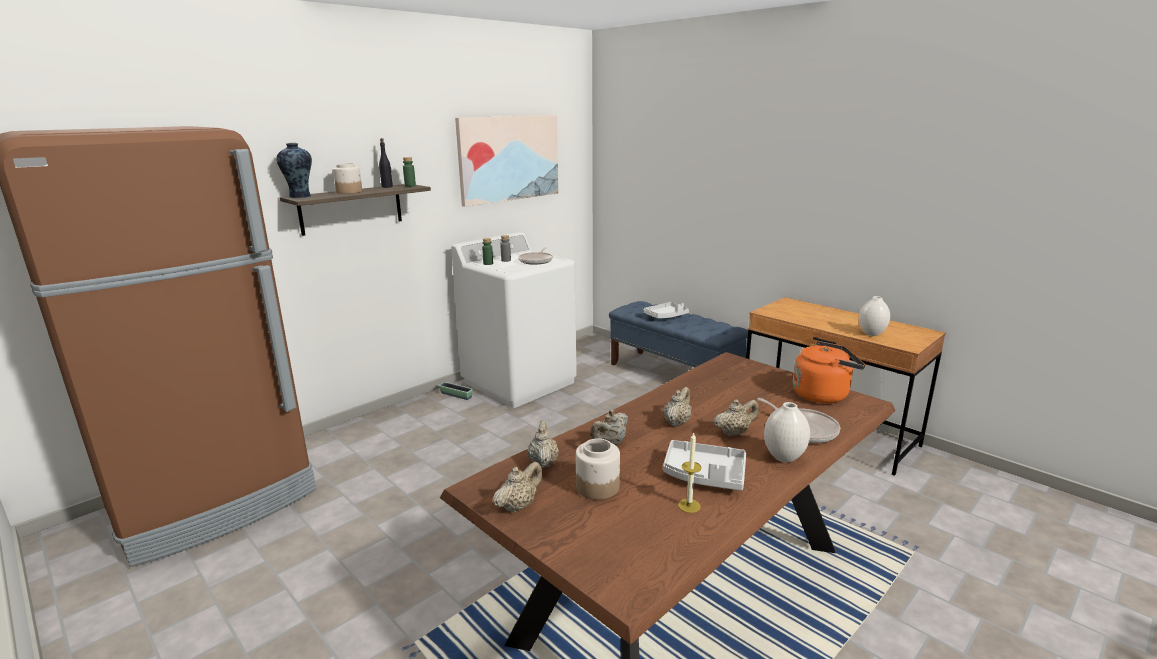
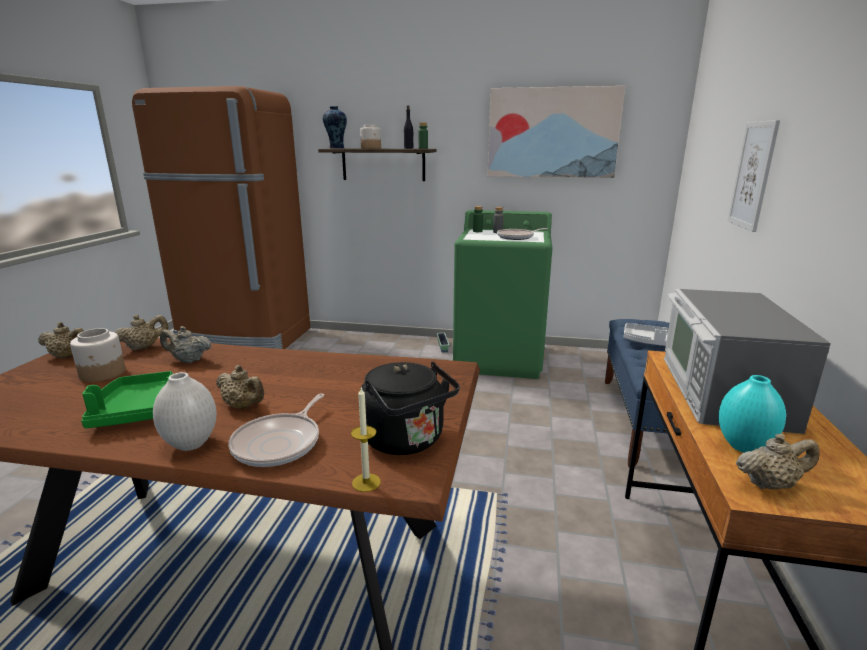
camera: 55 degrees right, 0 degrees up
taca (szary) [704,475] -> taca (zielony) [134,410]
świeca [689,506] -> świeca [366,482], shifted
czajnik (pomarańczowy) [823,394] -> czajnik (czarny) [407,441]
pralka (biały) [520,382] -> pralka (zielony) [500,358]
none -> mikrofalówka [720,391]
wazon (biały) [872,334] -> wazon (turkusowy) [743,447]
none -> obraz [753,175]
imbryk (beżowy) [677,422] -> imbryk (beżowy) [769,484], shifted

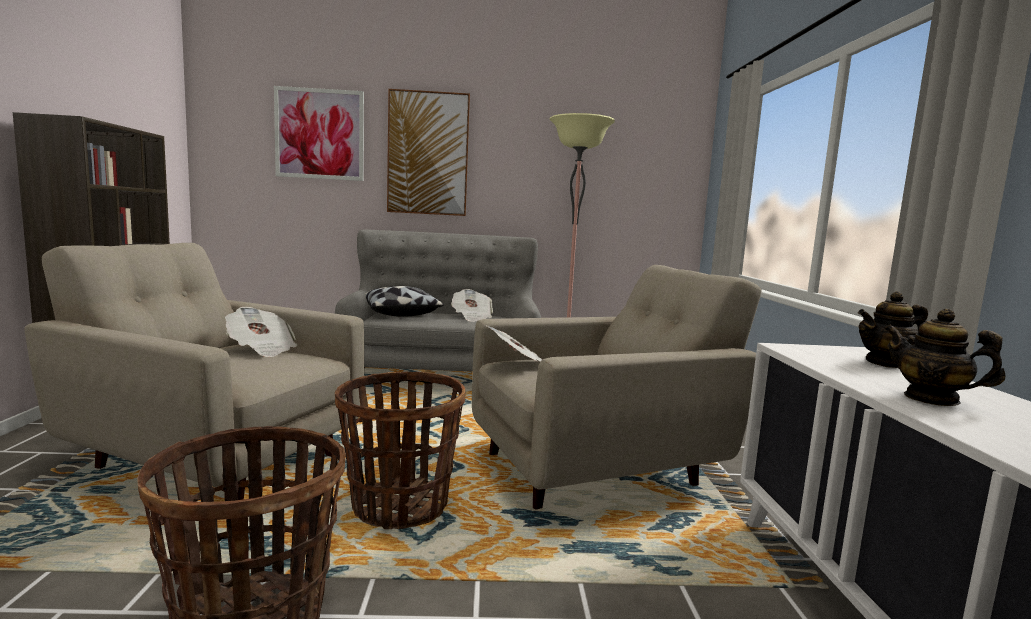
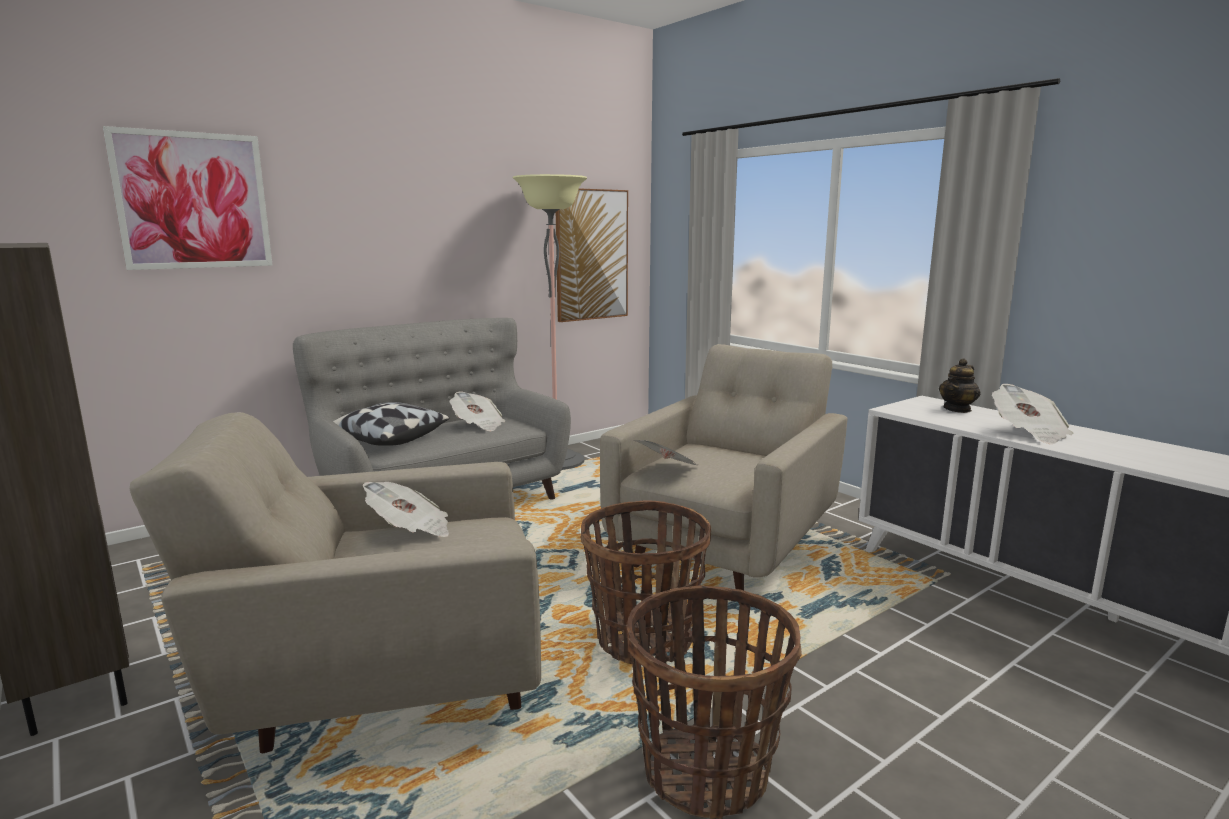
camera: 35 degrees left, 5 degrees up
obraz [428,154] -> obraz [591,255], shifted
imbryk [931,399] -> gazeta [1029,433]

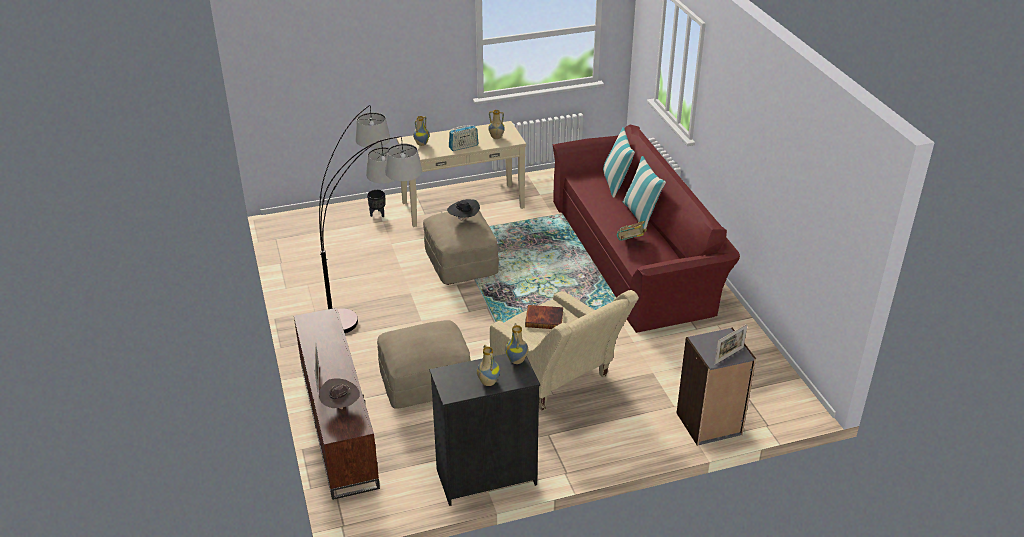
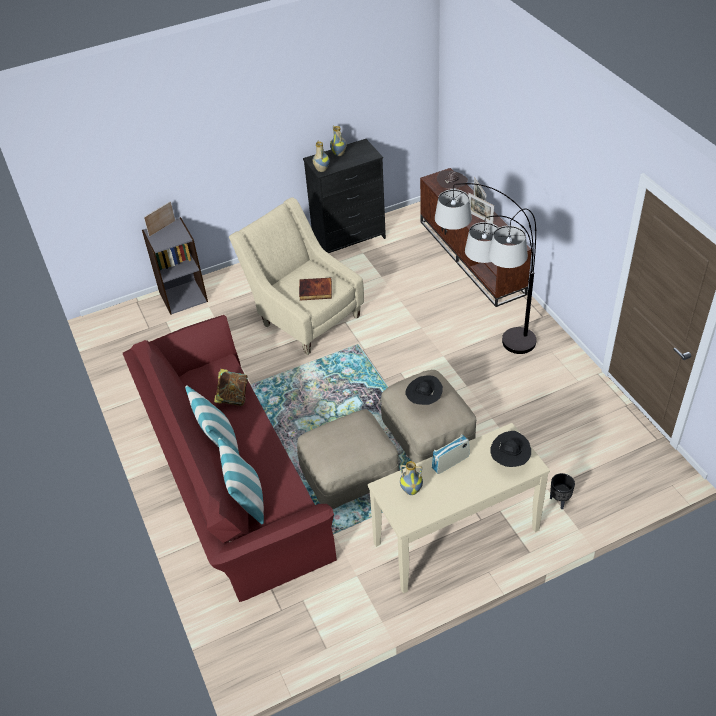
camera: 175 degrees right, 10 degrees up
pufa (beżowy) [426,381] -> pufa (beżowy) [349,474], shifted
none -> ramka na zdjęcie [480,218]
wazon [421,144] -> kapelusz (czarny) [509,460]

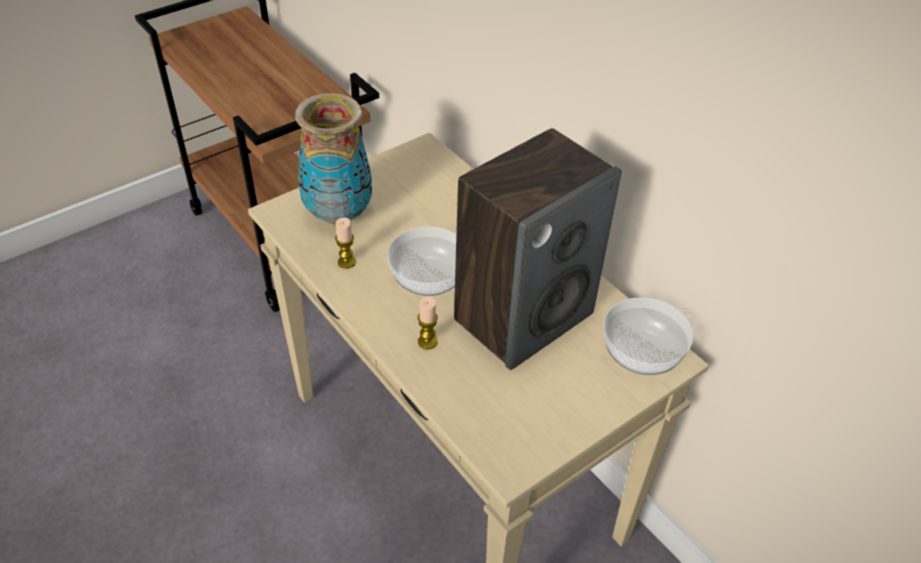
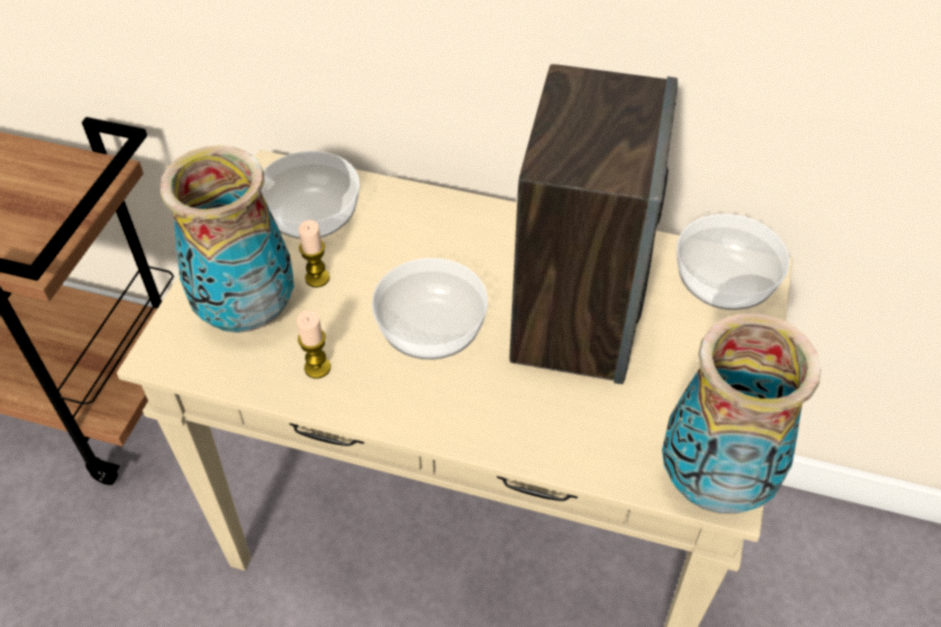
camera: 35 degrees left, 5 degrees up
none -> miska [310,214]
świeca [427,342] -> świeca [317,278], shifted
none -> wazon [714,484]

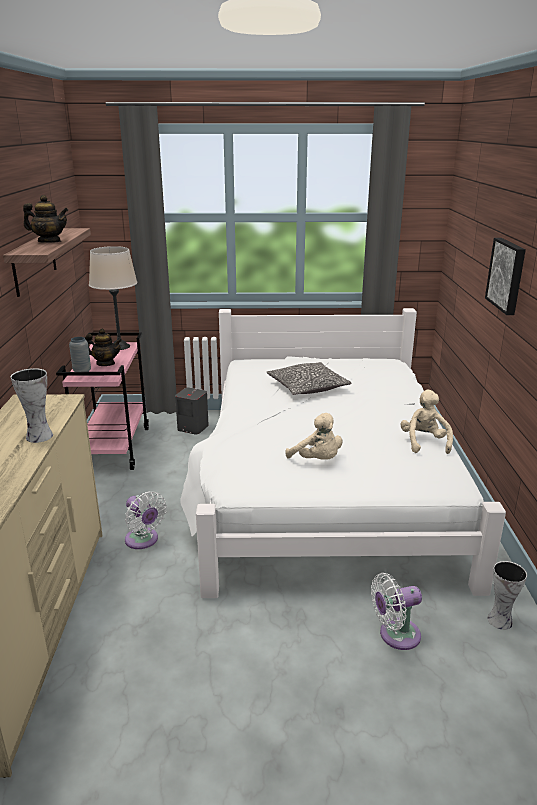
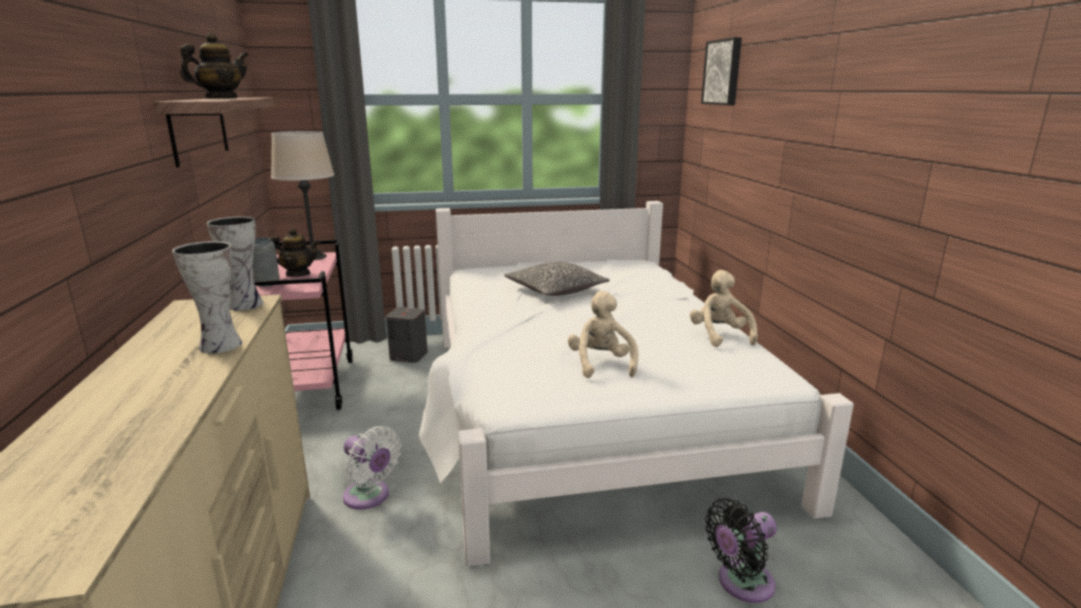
camera: 10 degrees left, 5 degrees down
imbryk [49,241] -> imbryk [221,99], 45 degrees counterclockwise
wazon [499,619] -> wazon [246,304], shifted
pluszak (beżowy) [317,460] -> pluszak (beżowy) [601,364], 135 degrees counterclockwise
obraz [507,275] -> obraz [723,72], shifted
wentylator (biały) [395,635] -> wentylator (czarny) [741,583]

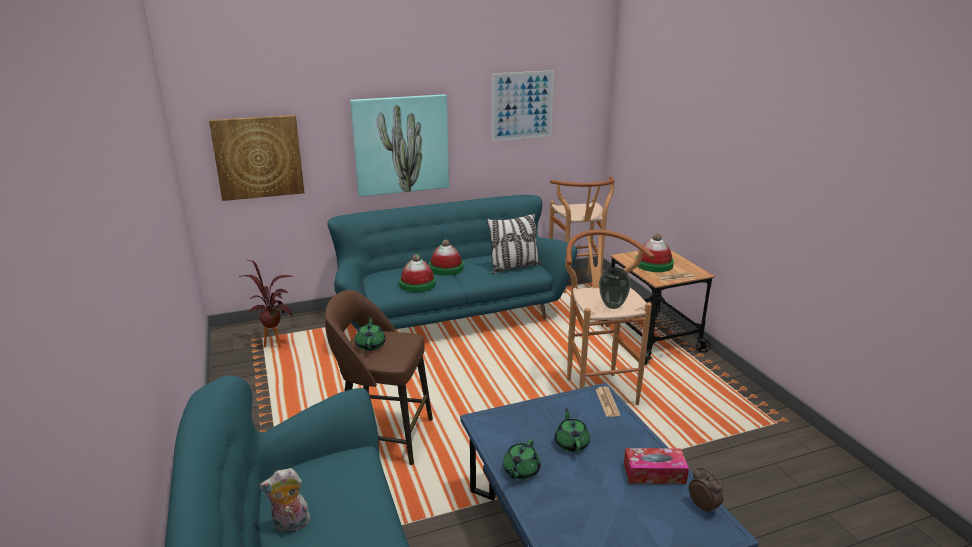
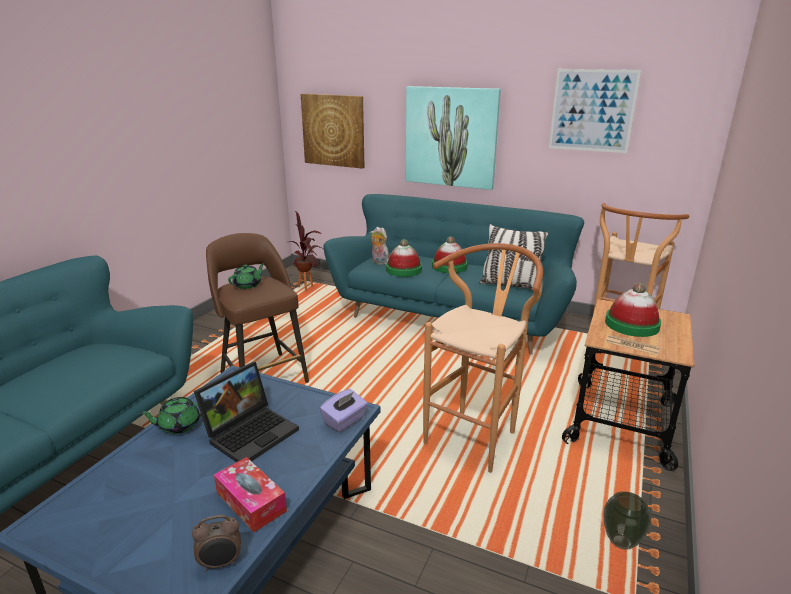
camera: 45 degrees right, 0 degrees up
budzik [703,506] -> budzik [221,563], 60 degrees clockwise
imbryk (zielony) [571,443] -> laptop [251,432]
gazeta [607,402] -> pudełko chusteczek (fioletowy) [344,421]
pluszak [290,525] -> pluszak [379,262], shifted
wazon [613,306] -> wazon [621,542], shifted

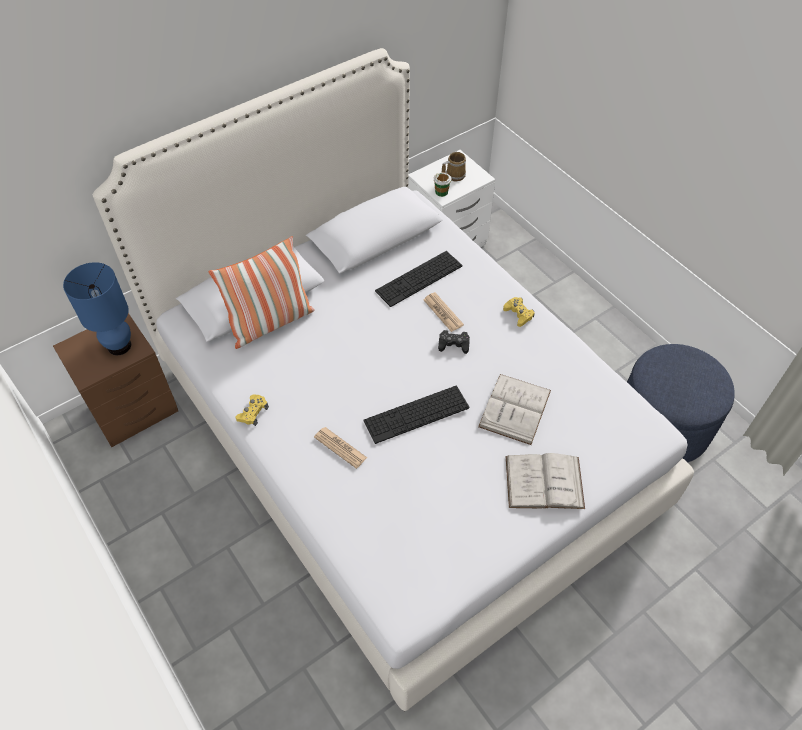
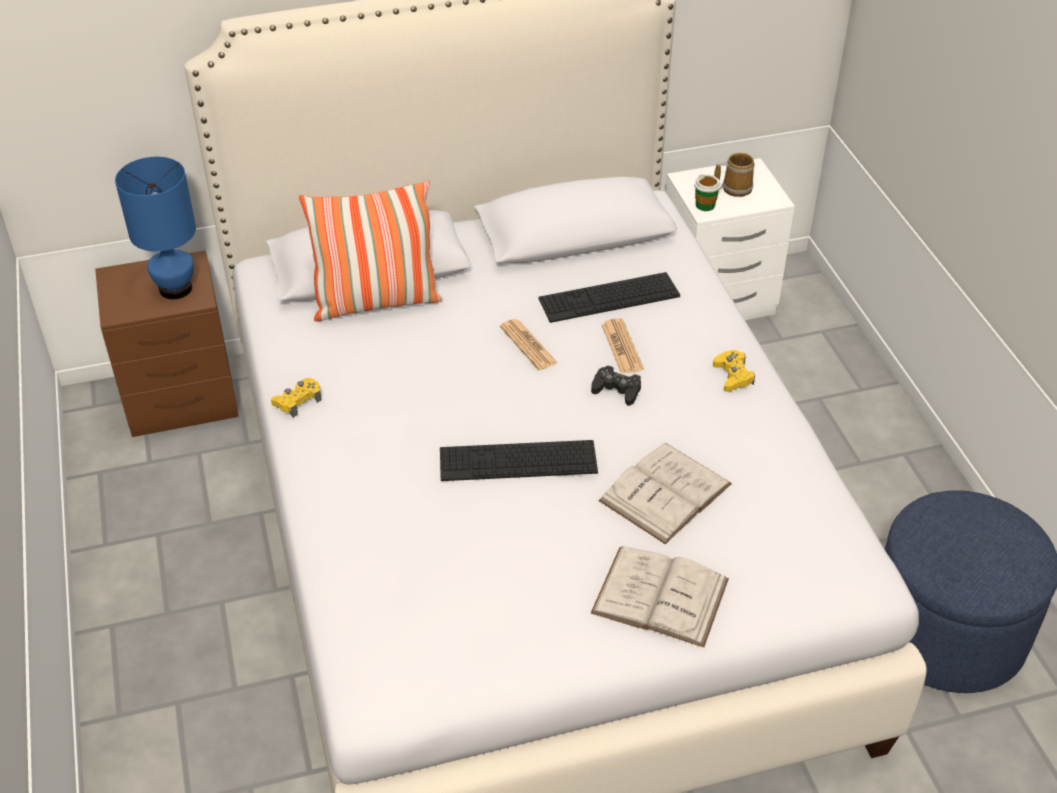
camera: 20 degrees right, 10 degrees down
gazeta [340,447] -> gazeta [528,345], shifted

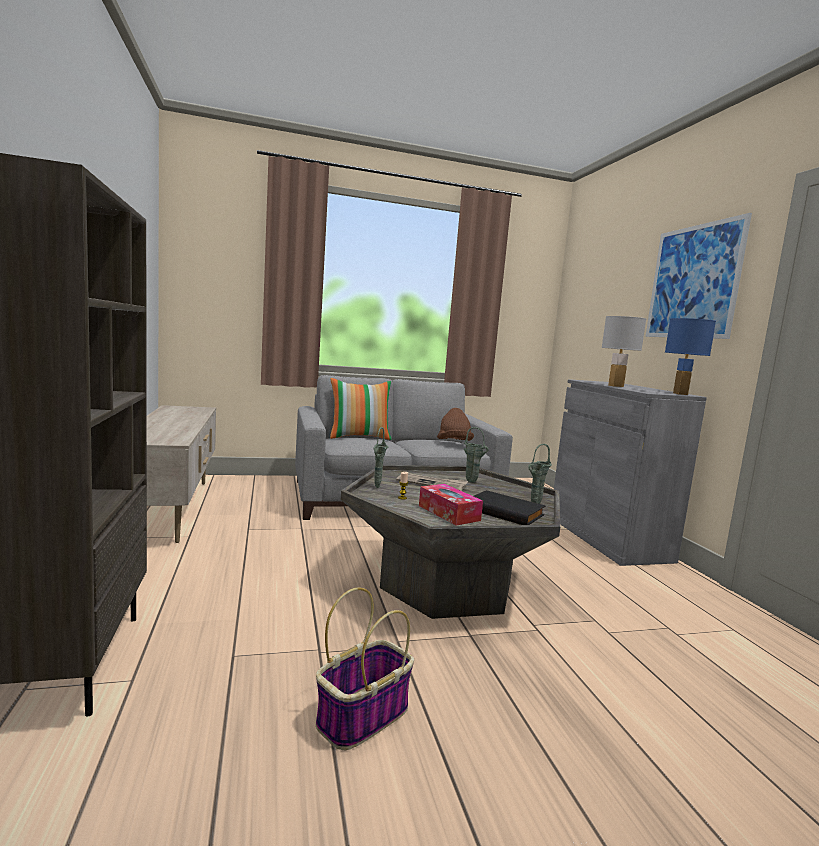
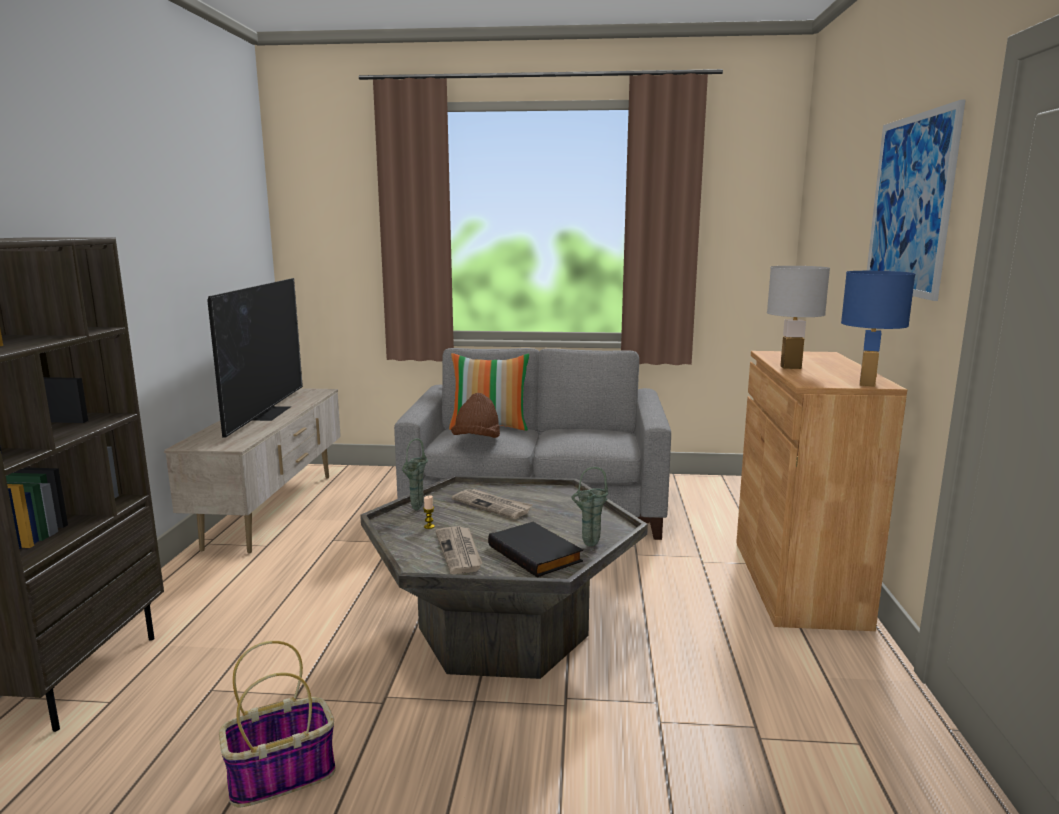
camera: 20 degrees right, 5 degrees up
none -> telewizor [267,412]
pudełko chusteczek [448,513] -> gazeta [460,552]
kapelusz (brązowy) [454,443] -> kapelusz (brązowy) [477,441], shifted
szafka (szary) [607,538] -> szafka (brązowy) [797,582]
wazon (zielony) [472,482] -> none

